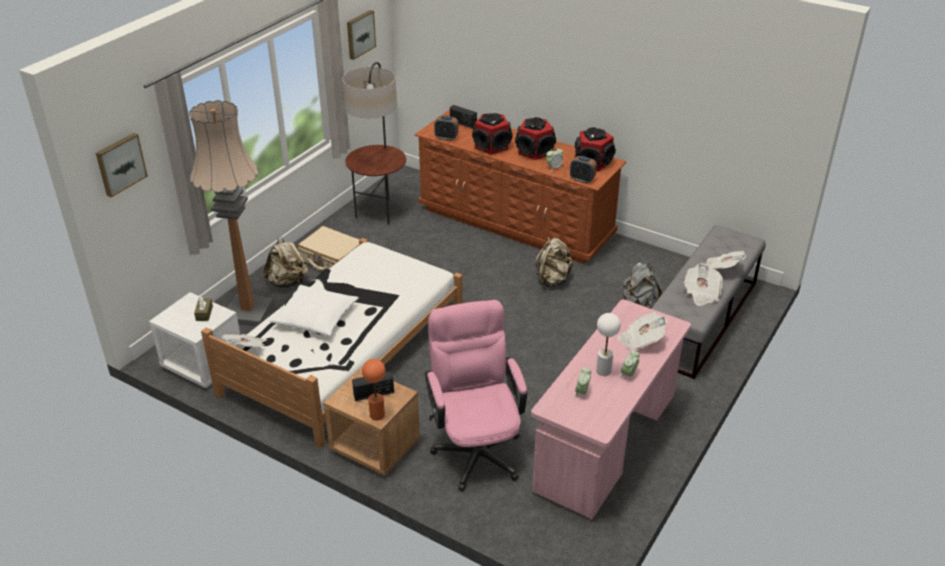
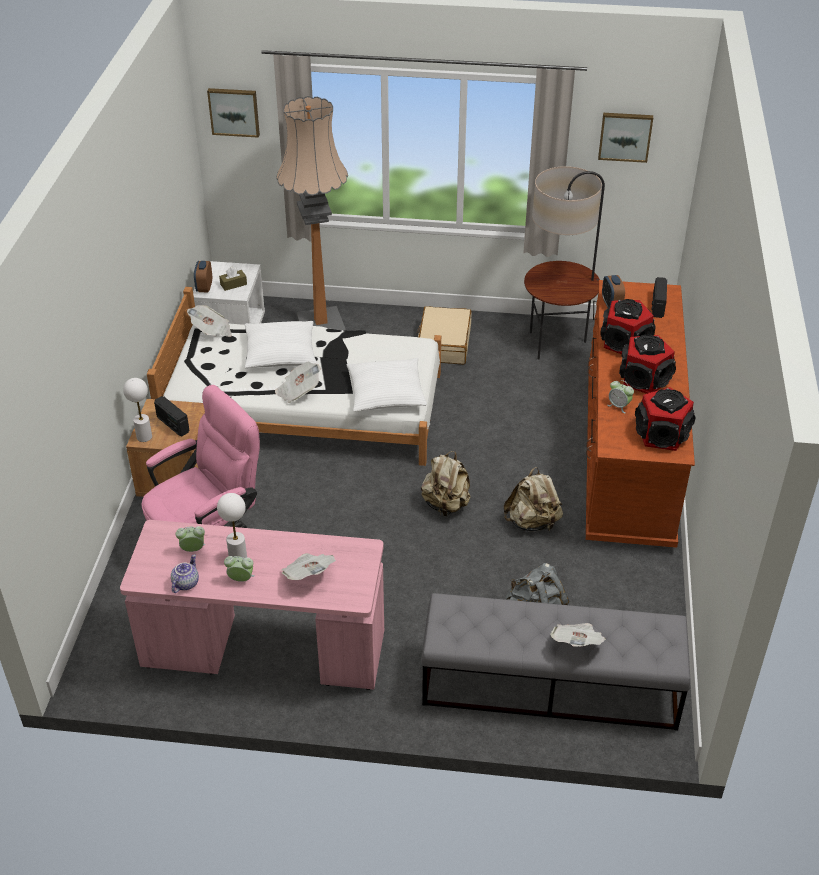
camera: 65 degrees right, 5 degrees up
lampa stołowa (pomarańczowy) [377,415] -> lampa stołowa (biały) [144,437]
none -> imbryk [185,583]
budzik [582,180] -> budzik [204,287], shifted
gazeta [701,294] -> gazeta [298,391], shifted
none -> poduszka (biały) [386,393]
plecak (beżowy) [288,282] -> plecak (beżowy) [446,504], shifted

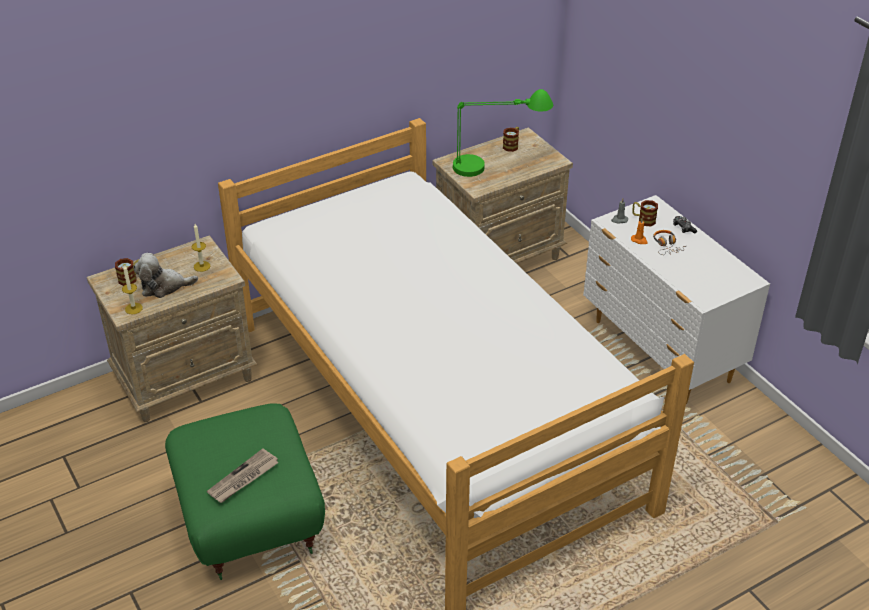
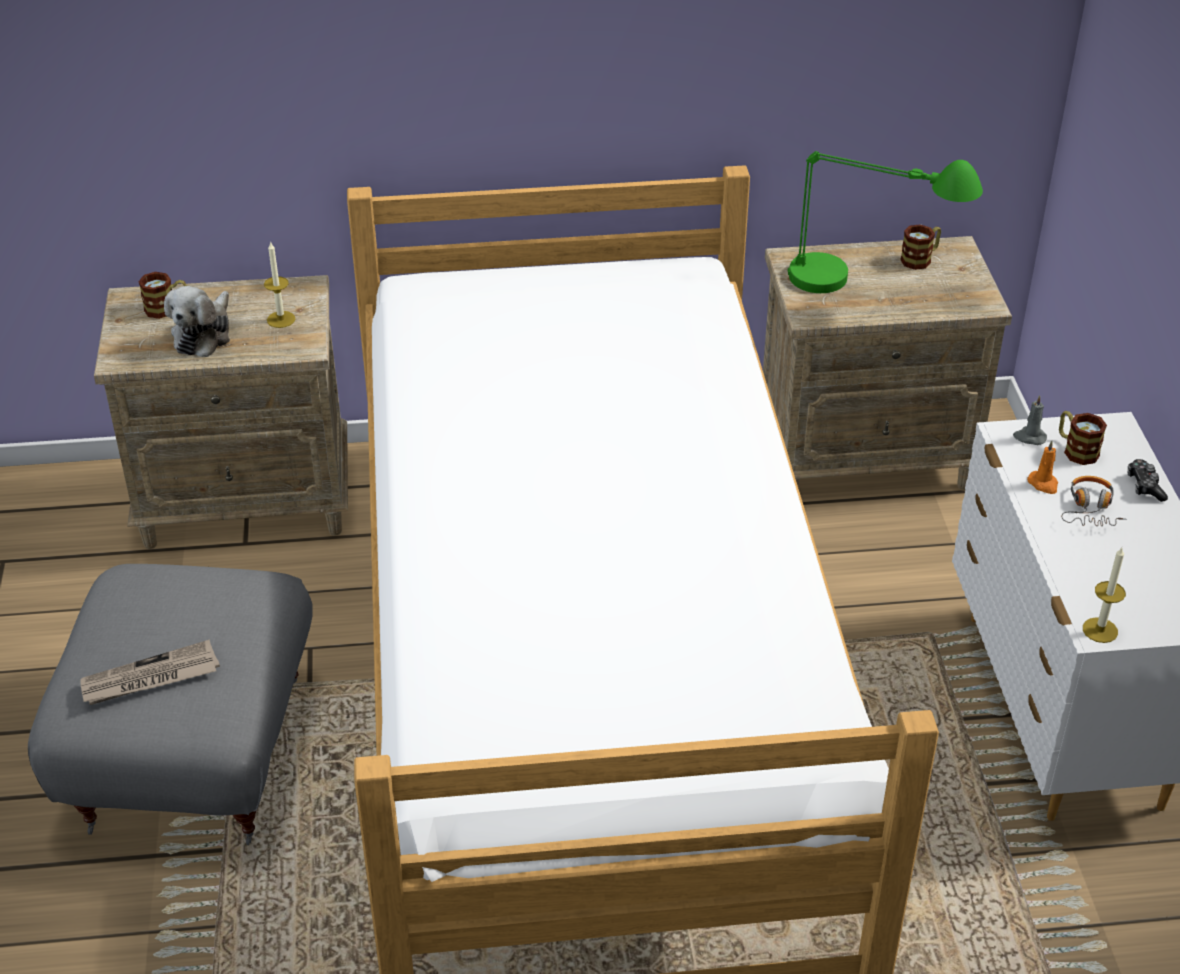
camera: 25 degrees right, 0 degrees up
pufa (zielony) [248,519] -> pufa (szary) [191,753]
pluszak [164,286] -> pluszak [204,334], 90 degrees counterclockwise
świeca [133,308] -> świeca [1100,630], shifted

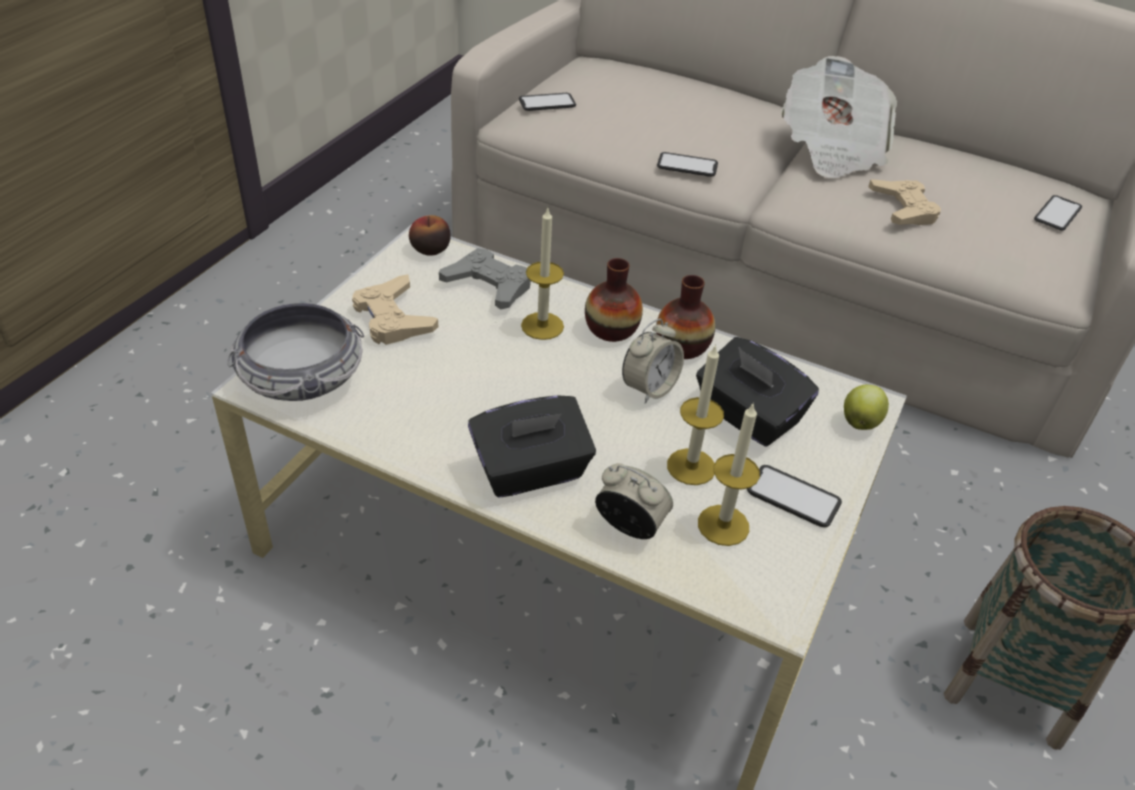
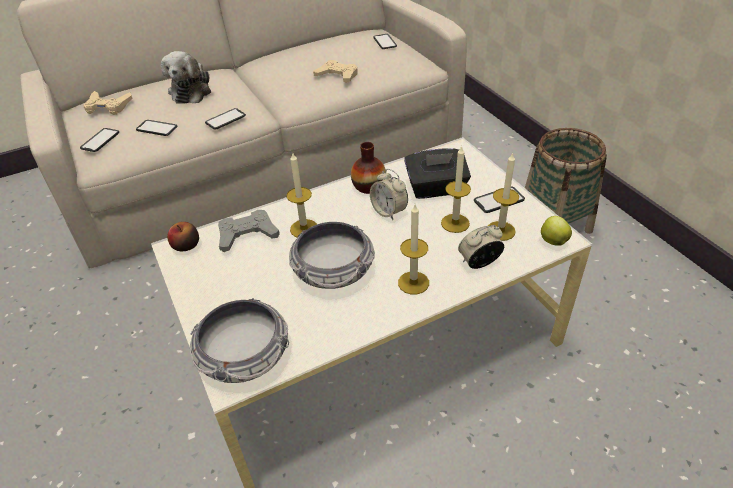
camera: 50 degrees left, 0 degrees up
pad do gier (beżowy) [393,318] -> pad do gier (beżowy) [108,107], shifted
none -> telefon [157,128]
none -> pluszak [191,91]
none -> miska [333,270]
budzik [649,388] -> budzik [389,211], 150 degrees clockwise
pudełko chusteczek (czarny) [531,471] -> świeca [413,283]
jabłko [860,422] -> jabłko [553,241], shifted
wazon [611,329] -> none
gazeta [832,148] -> none

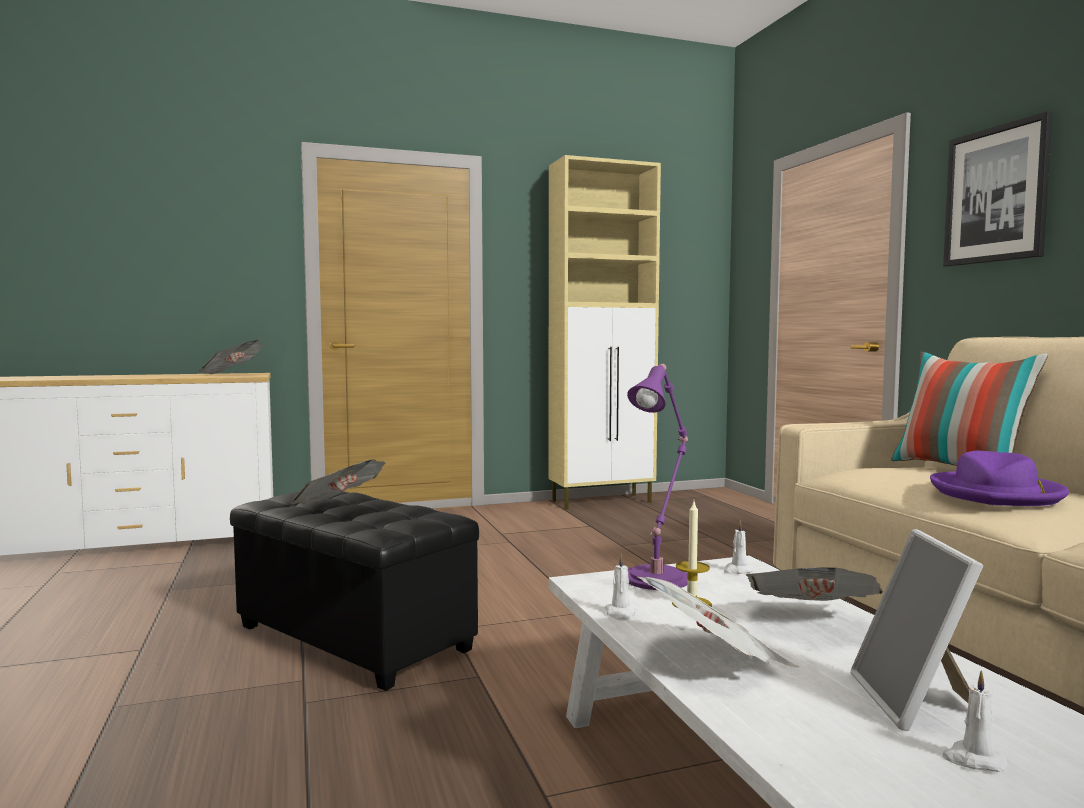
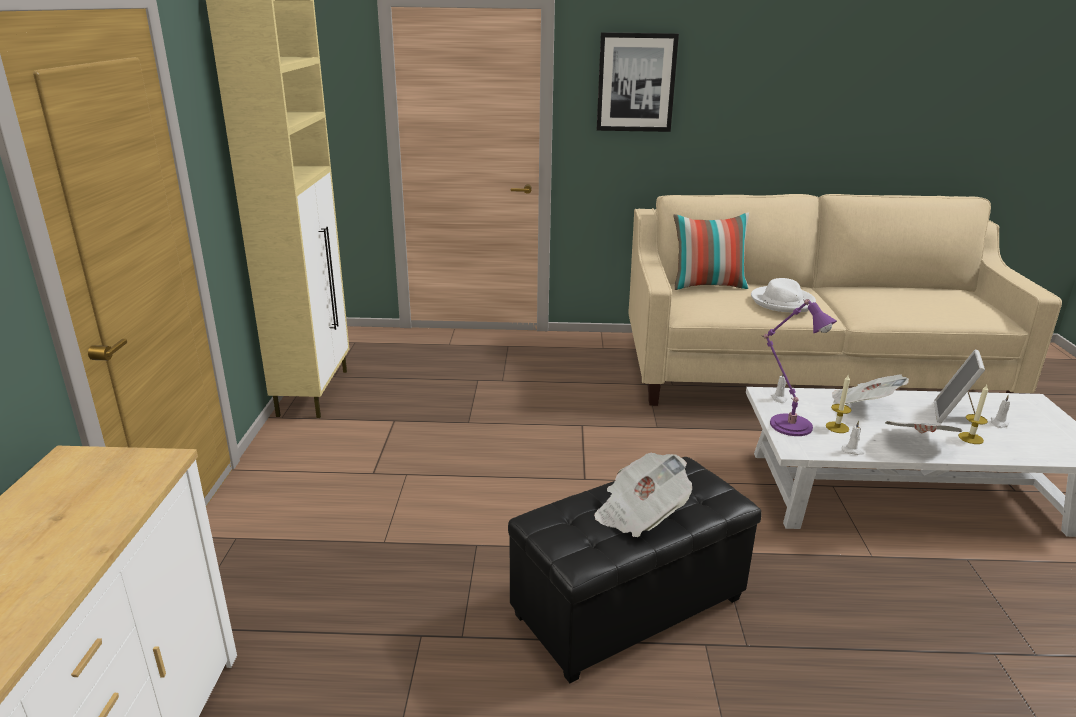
camera: 70 degrees left, 20 degrees up
kapelusz (fioletowy) [997,494] -> kapelusz (biały) [782,302]
ramka na zdjęcie [916,702] -> ramka na zdjęcie [953,416], 90 degrees clockwise
none -> świeca [970,438]
gazeta [231,374] -> none

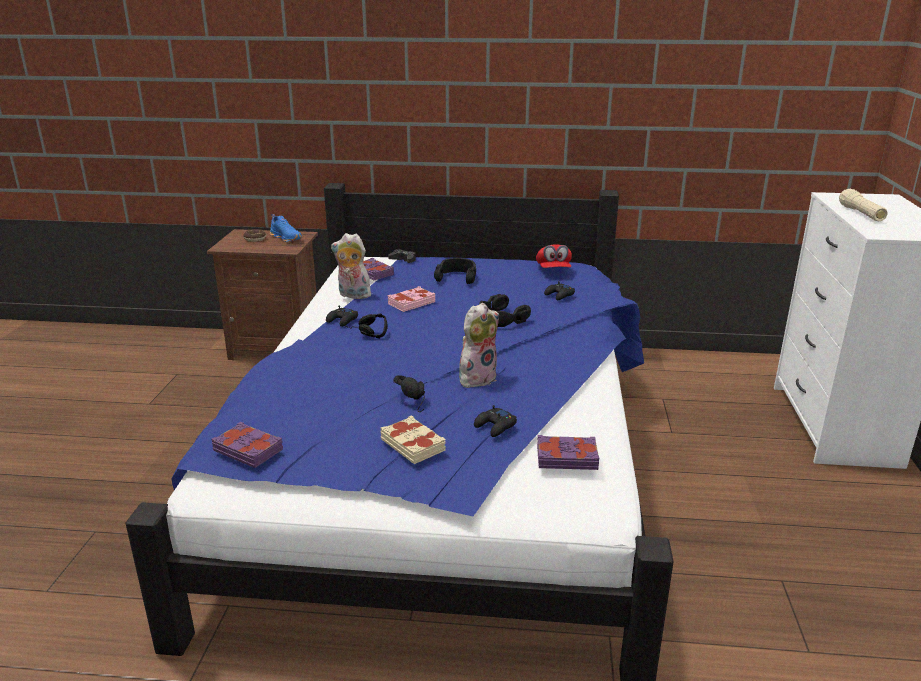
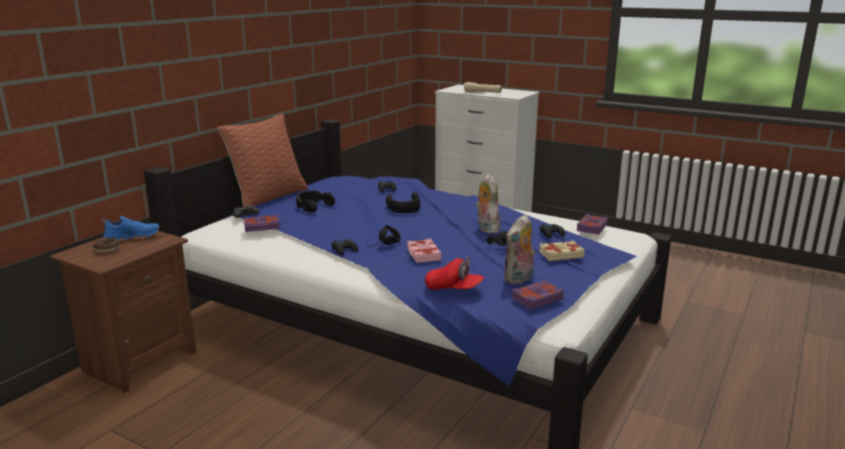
camera: 65 degrees left, 5 degrees down
none -> poduszka [268,197]
książka (różowy) [411,303] -> książka (różowy) [423,254], shifted
czapka z daszkiem (czerwony) [553,270] -> czapka z daszkiem (czerwony) [454,289], shifted
pluszak [352,295] -> pluszak [519,279], shifted

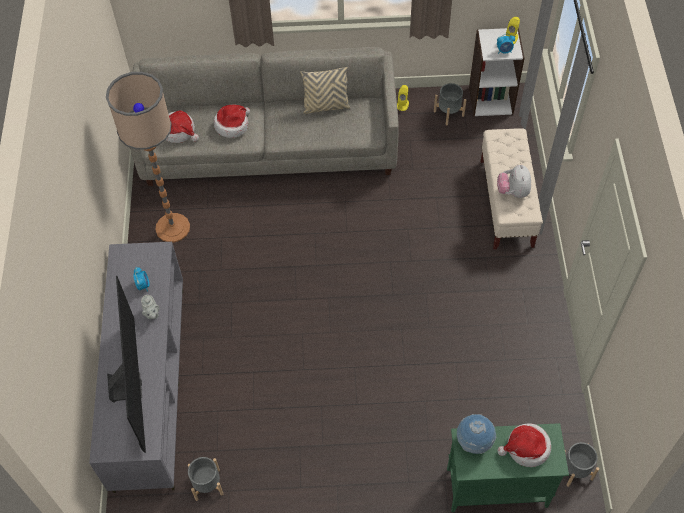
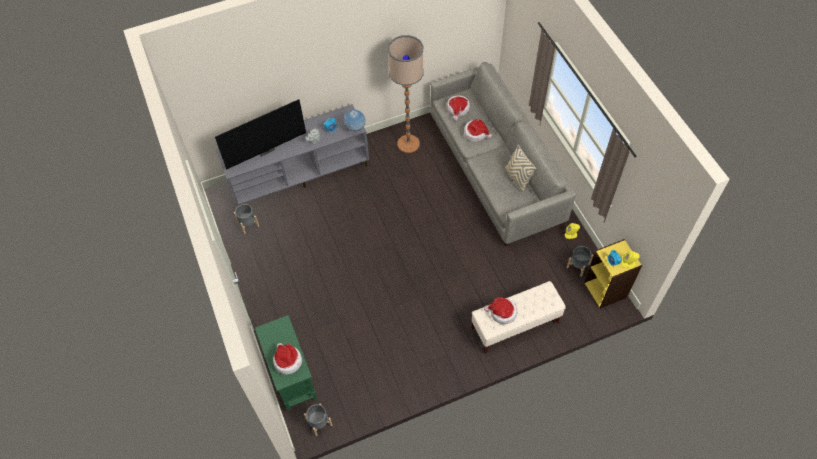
camera: 70 degrees right, 0 degrees up
globus [474,442] -> globus [355,128], shifted
pluszak [513,191] -> kapelusz [502,312]
regał (biały) [490,100] -> regał (żółty) [606,289]

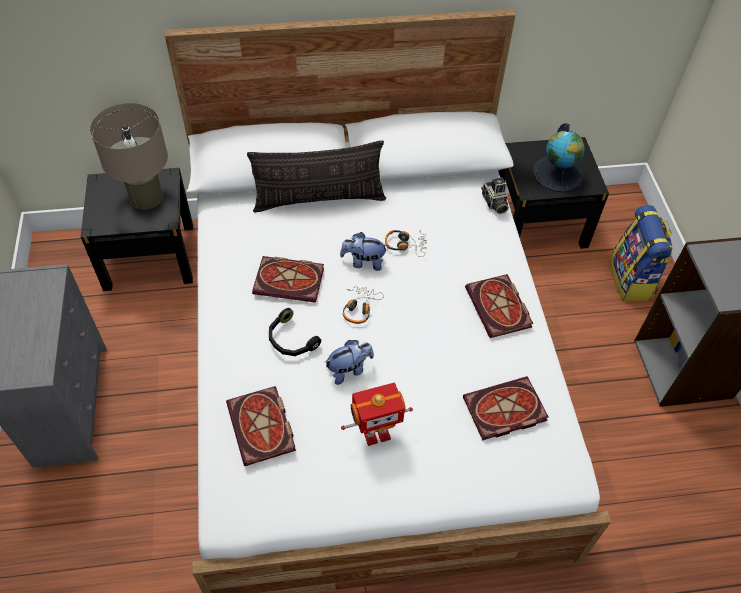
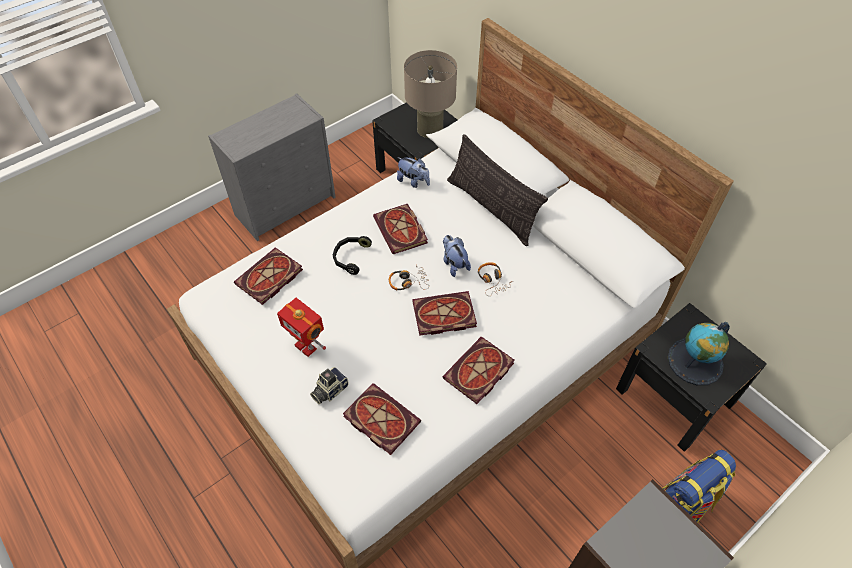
camera: 60 degrees right, 0 degrees up
aparat fotograficzny [494,203] -> aparat fotograficzny [329,390], shifted
pluszak [349,370] -> pluszak [413,181], shifted
none -> książka [442,316]

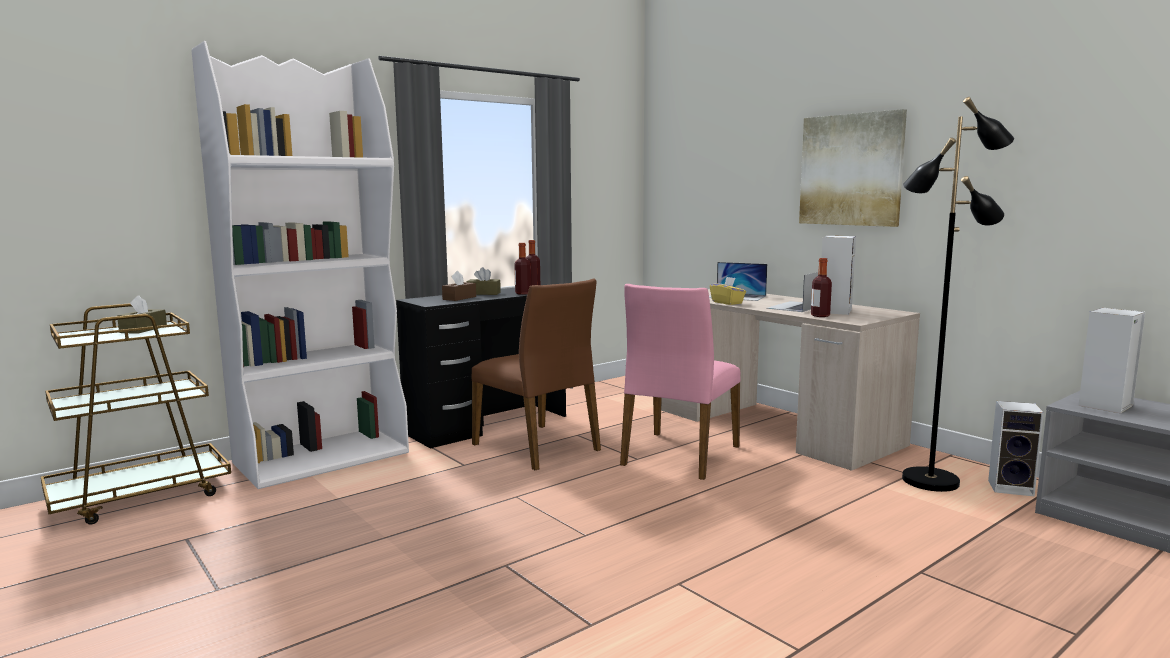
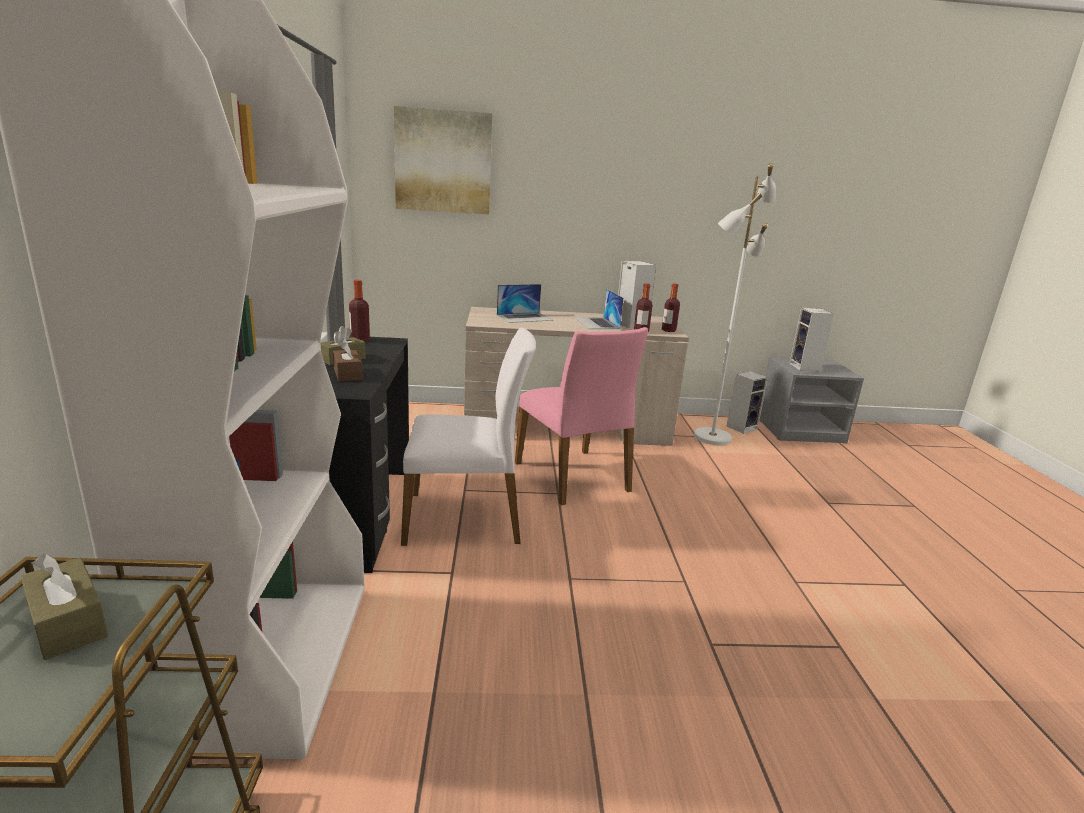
camera: 55 degrees left, 10 degrees up
obraz [851,170] -> obraz [443,161], shifted
krzesło (brązowy) [538,447] -> krzesło (biały) [465,518]
butelka [523,293] -> butelka [668,330], shifted
lampa stojąca (czarny) [930,480] -> lampa stojąca (biały) [711,437]
pudełko chusteczek (żółty) [727,302] -> none

